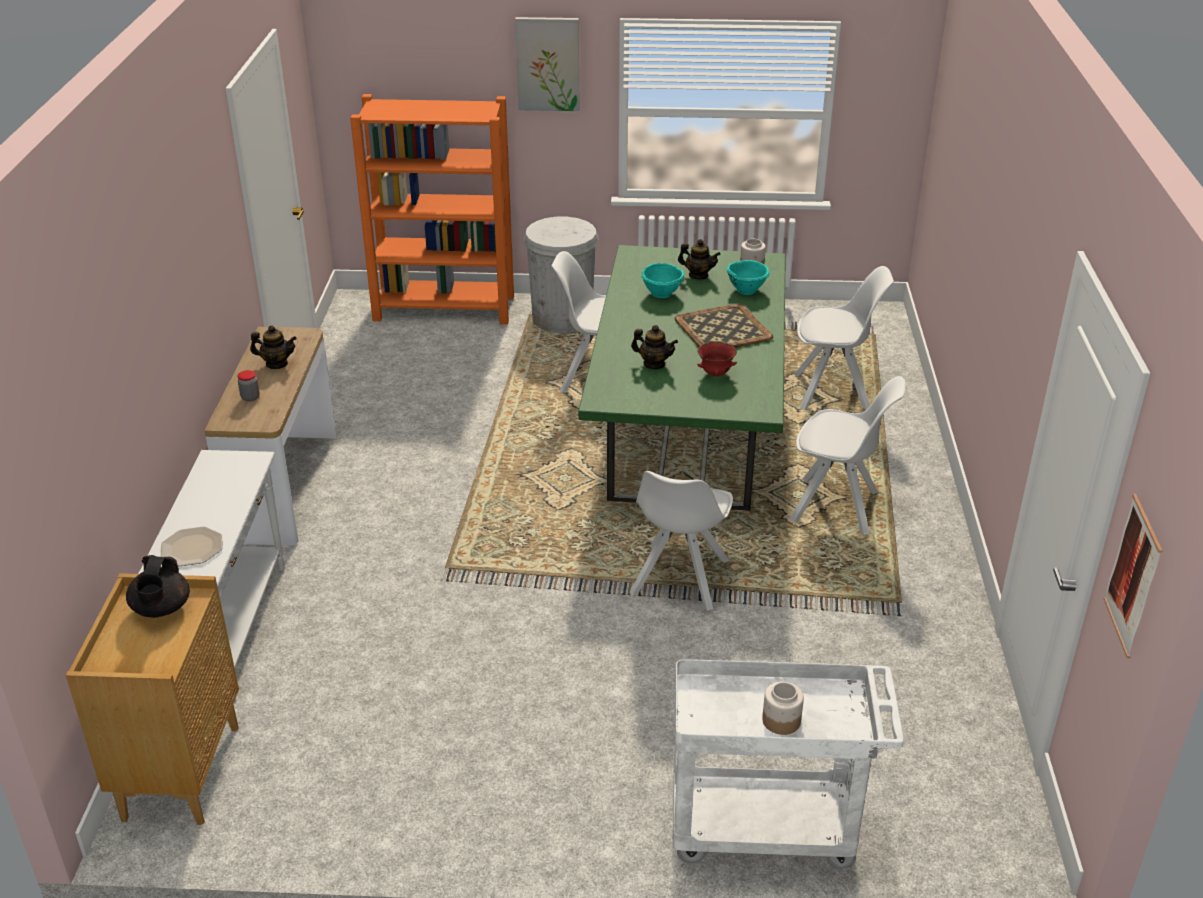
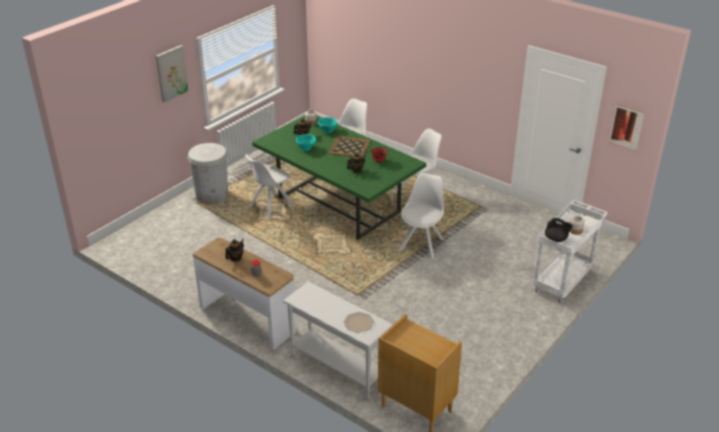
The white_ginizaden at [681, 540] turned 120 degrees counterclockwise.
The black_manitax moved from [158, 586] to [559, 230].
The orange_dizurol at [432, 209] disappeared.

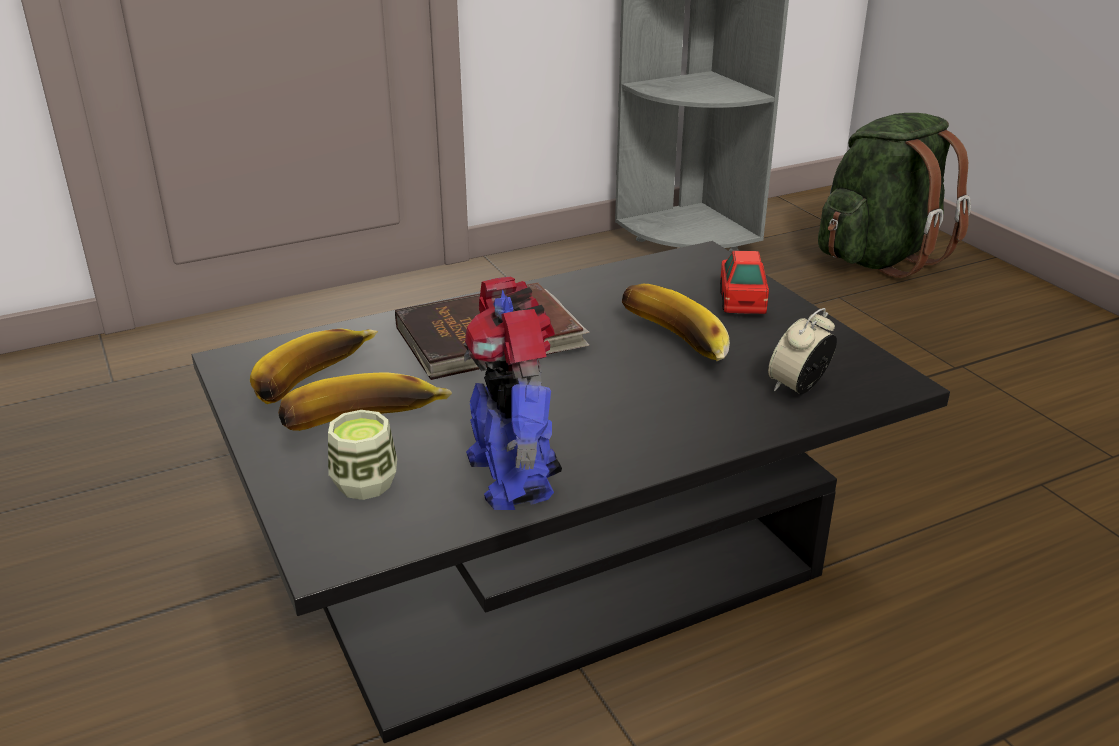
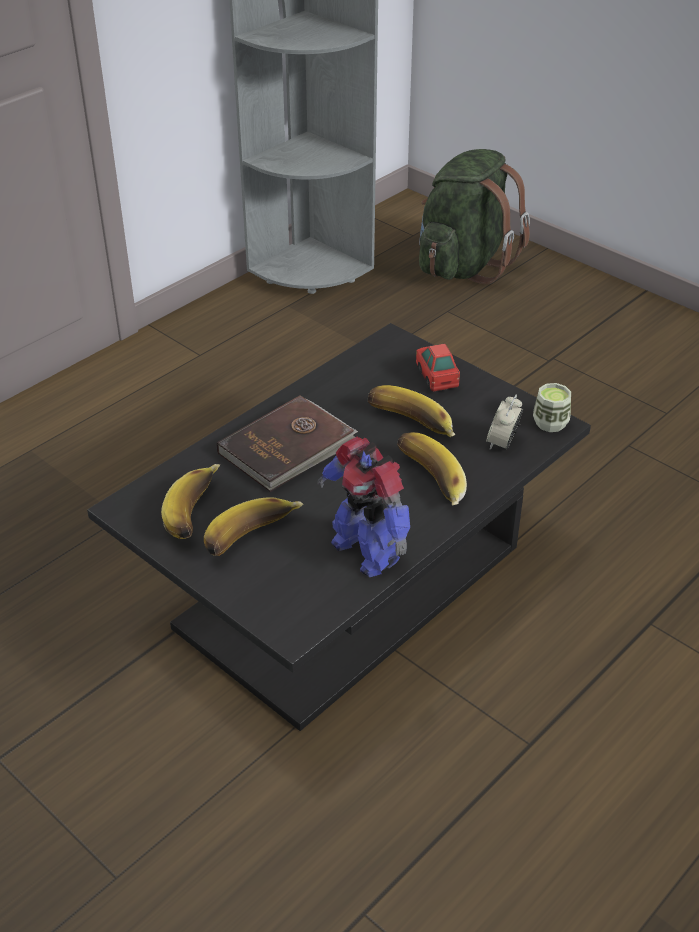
The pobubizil at [432, 469] appeared.
The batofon moved from [362, 455] to [552, 407].

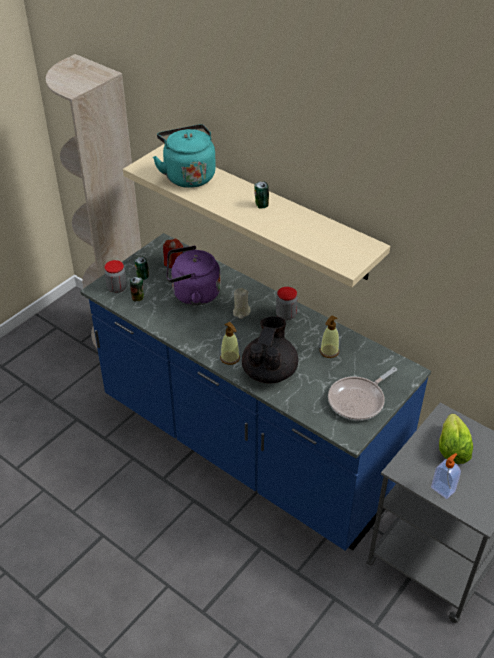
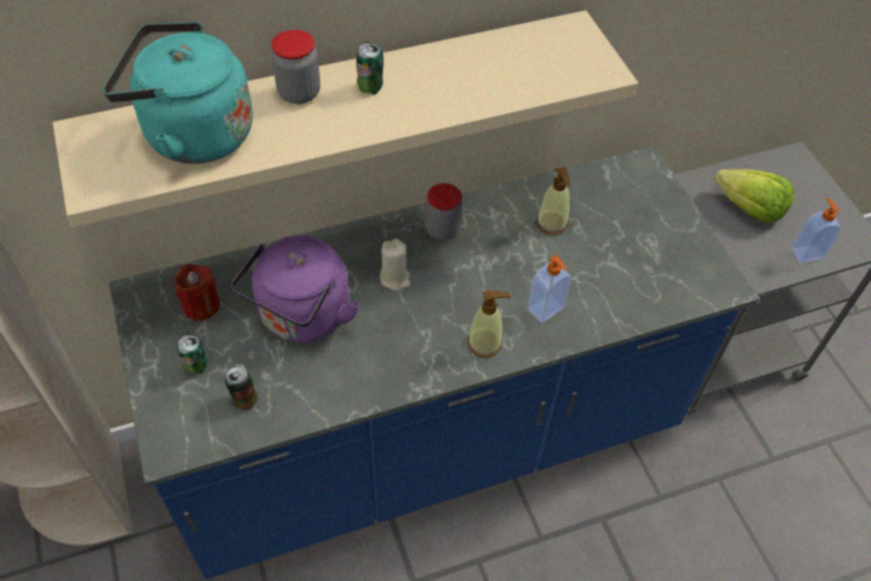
The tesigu moved from [115, 276] to [295, 67].
The black_manitax at [270, 350] was replaced by the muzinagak at [549, 289].
The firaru at [362, 394] disappeared.

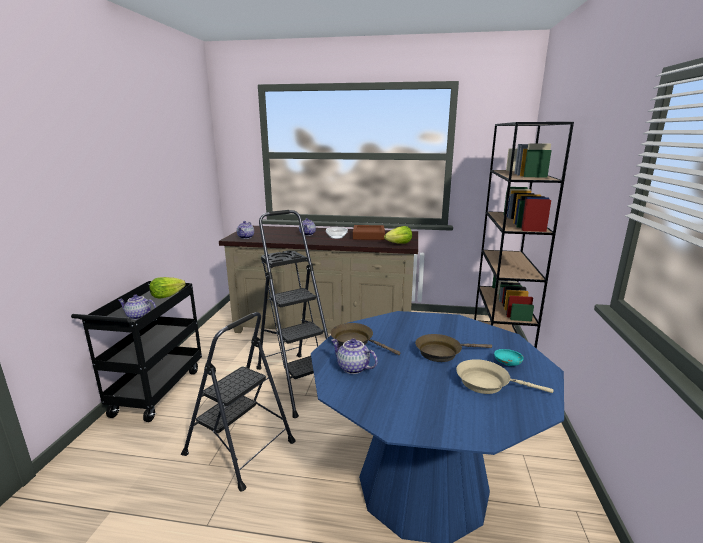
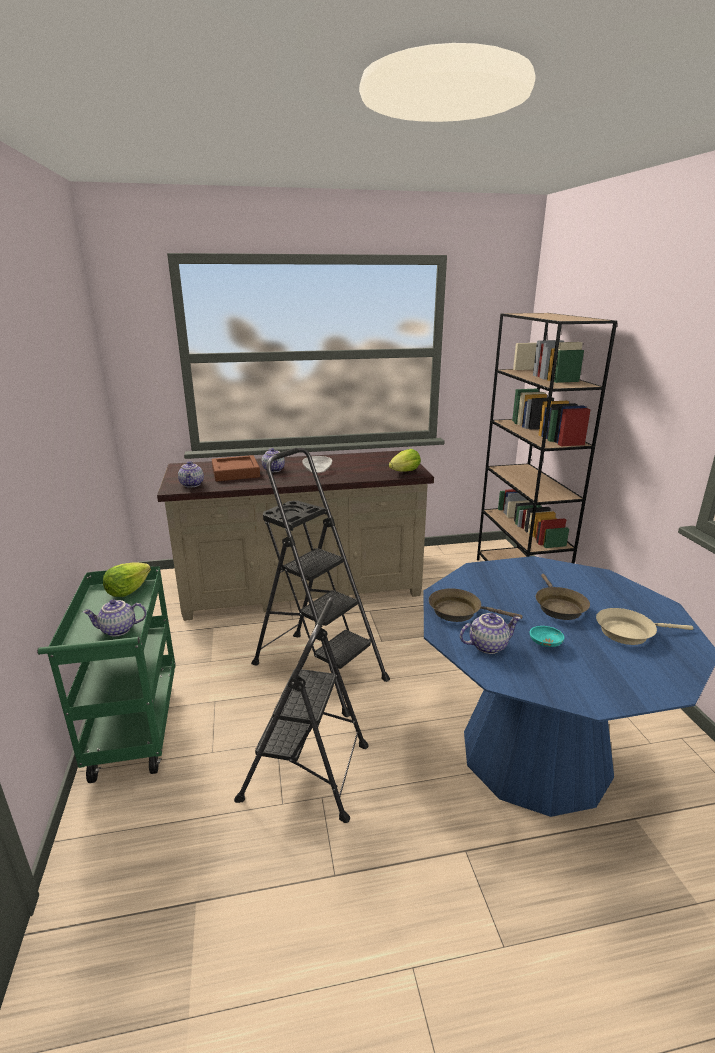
The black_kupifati at [136, 351] became the green_kupifati at [106, 674].
The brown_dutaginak moved from [369, 232] to [236, 468].
The manitax at [354, 356] turned 150 degrees clockwise.
The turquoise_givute moved from [509, 357] to [547, 636].
The brown_firaru at [453, 348] turned 60 degrees counterclockwise.

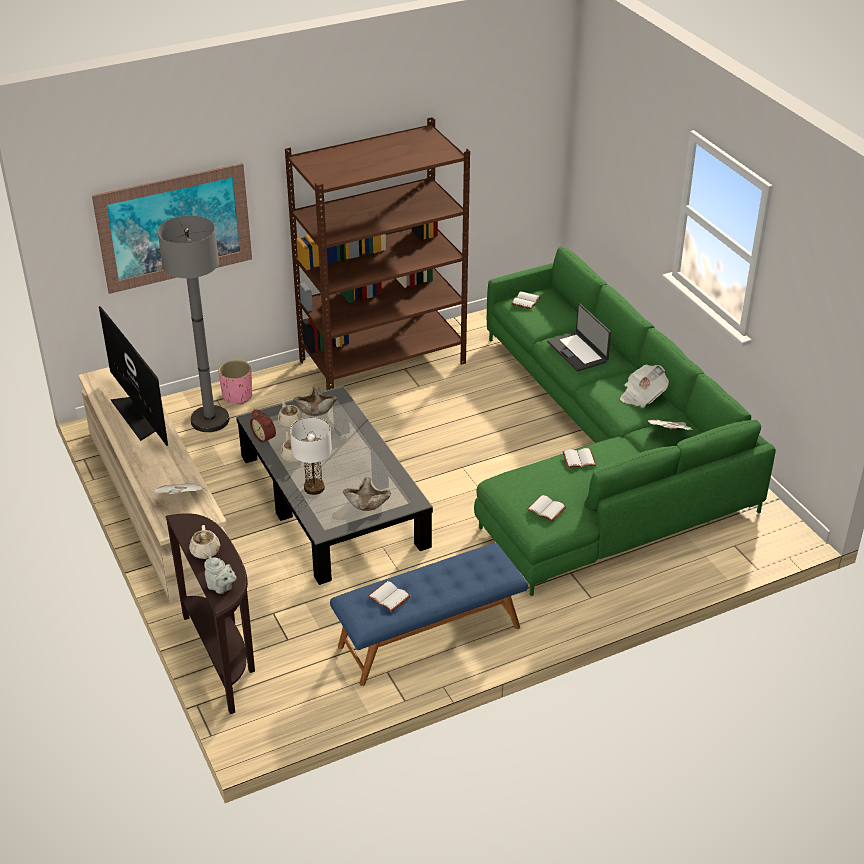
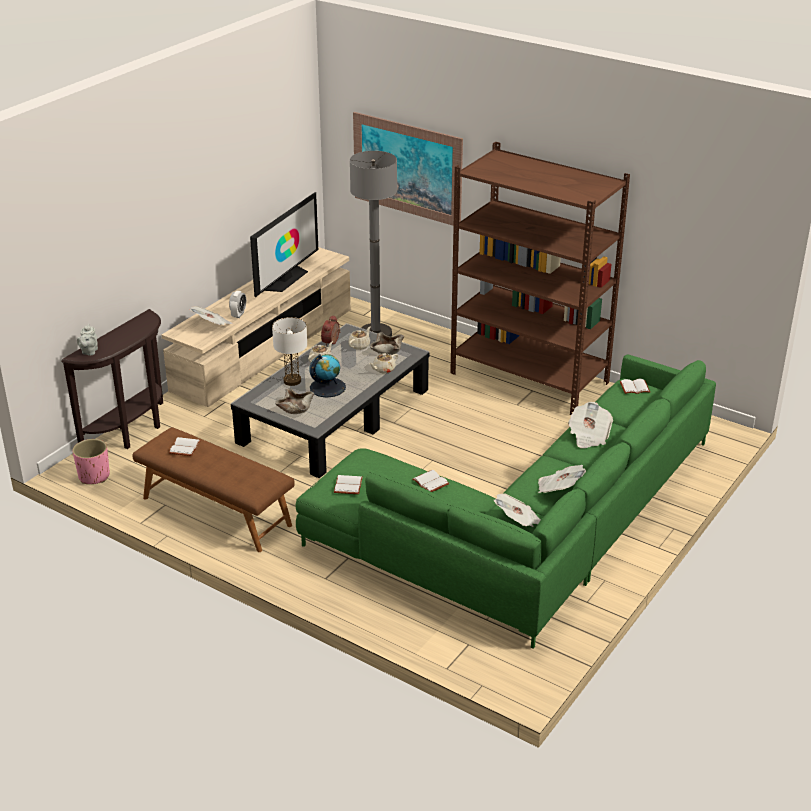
The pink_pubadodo moved from [235, 382] to [91, 461].
The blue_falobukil at [429, 614] became the brown_falobukil at [213, 489].
The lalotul at [237, 304] appeared.
The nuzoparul at [327, 375] appeared.
The beige_manitax moved from [204, 542] to [383, 363].
The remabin at [579, 337] was replaced by the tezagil at [590, 425].

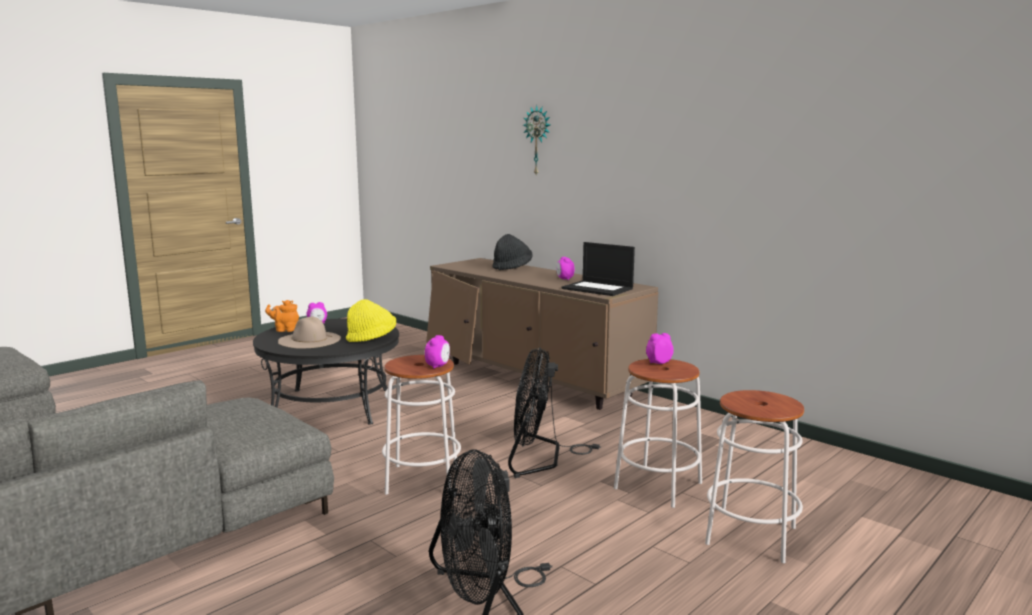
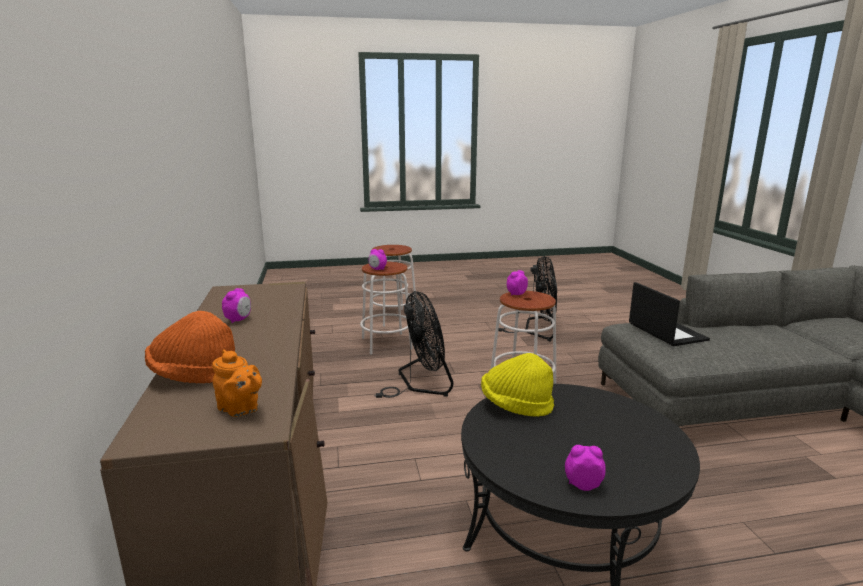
The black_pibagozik at [513, 252] became the orange_pibagozik at [190, 347].
The orange_manitax moved from [282, 316] to [237, 383].
The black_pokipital at [554, 412] turned 60 degrees counterclockwise.
The remabin moved from [598, 269] to [669, 314].
The beige_pibagozik at [309, 333] disappeared.
The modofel at [536, 140] disappeared.

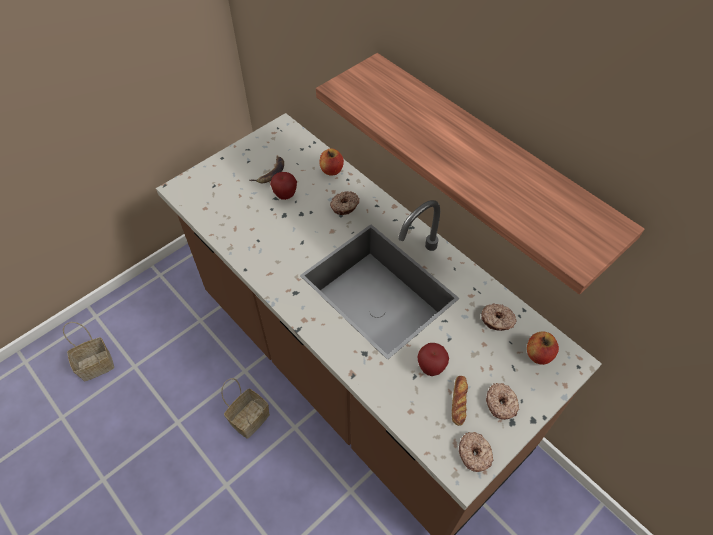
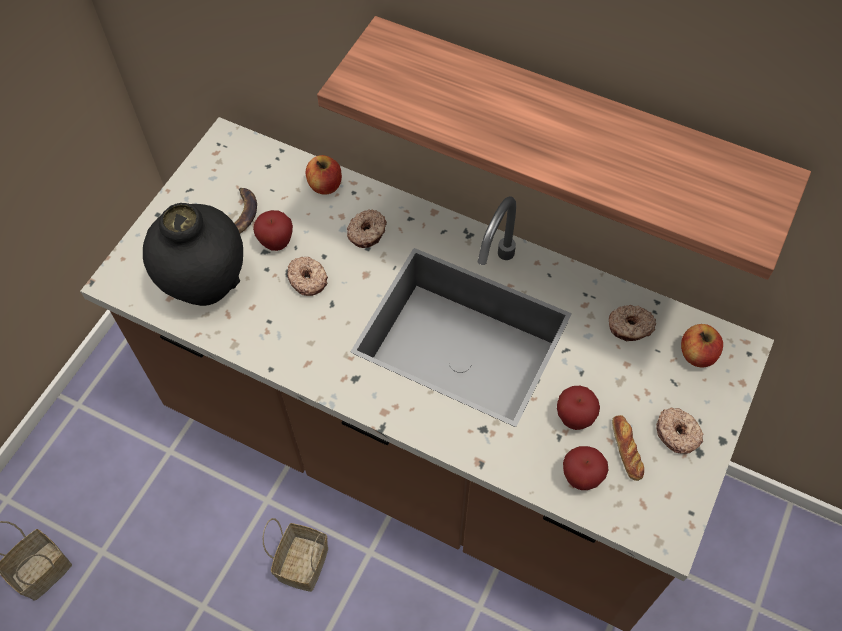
The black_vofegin at [193, 254] appeared.
The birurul moved from [476, 452] to [307, 276].
The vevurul at [586, 468] appeared.

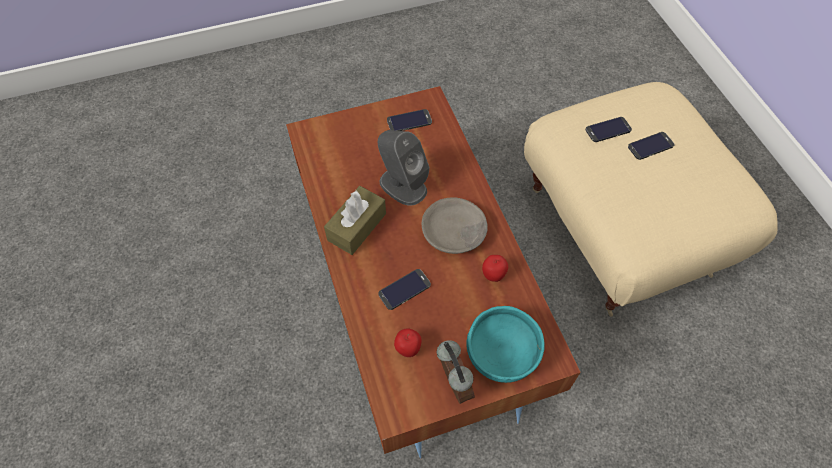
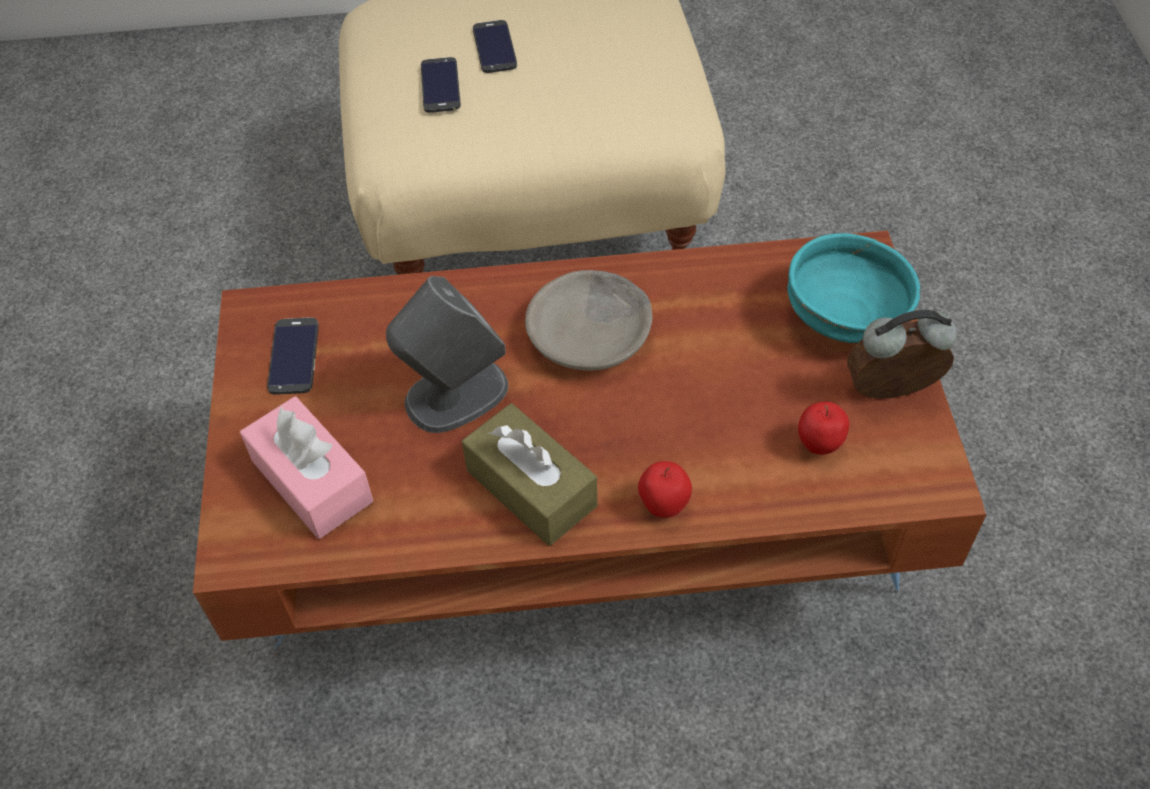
The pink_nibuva at [306, 467] appeared.
The vevurul moved from [495, 268] to [665, 489].
The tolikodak at [404, 289] disappeared.

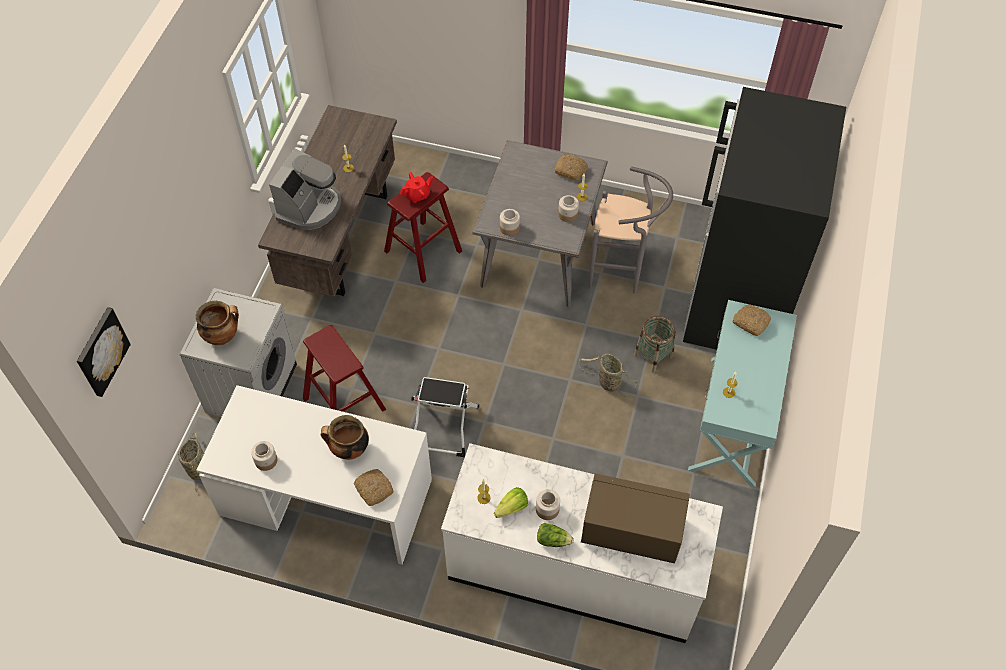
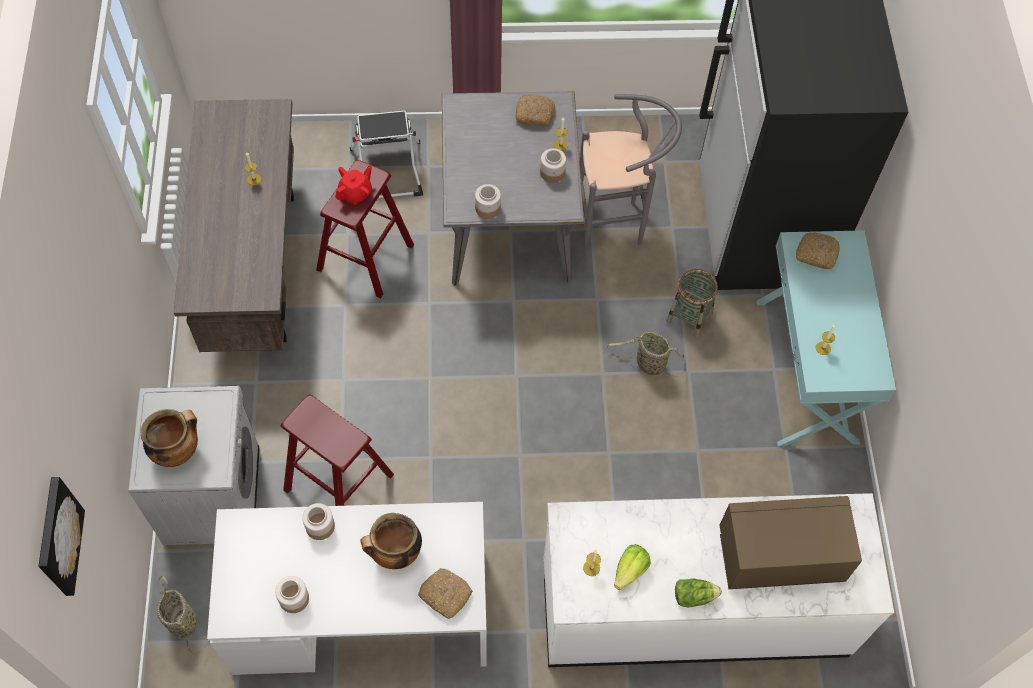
The tesigu moved from [548, 504] to [318, 521].
The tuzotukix moved from [445, 417] to [386, 154].
The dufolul at [305, 189] disappeared.

